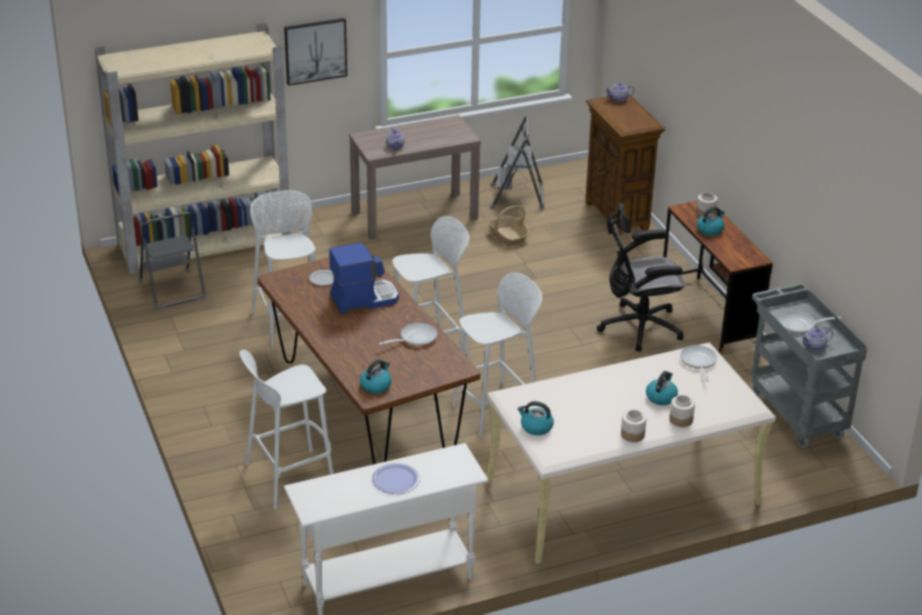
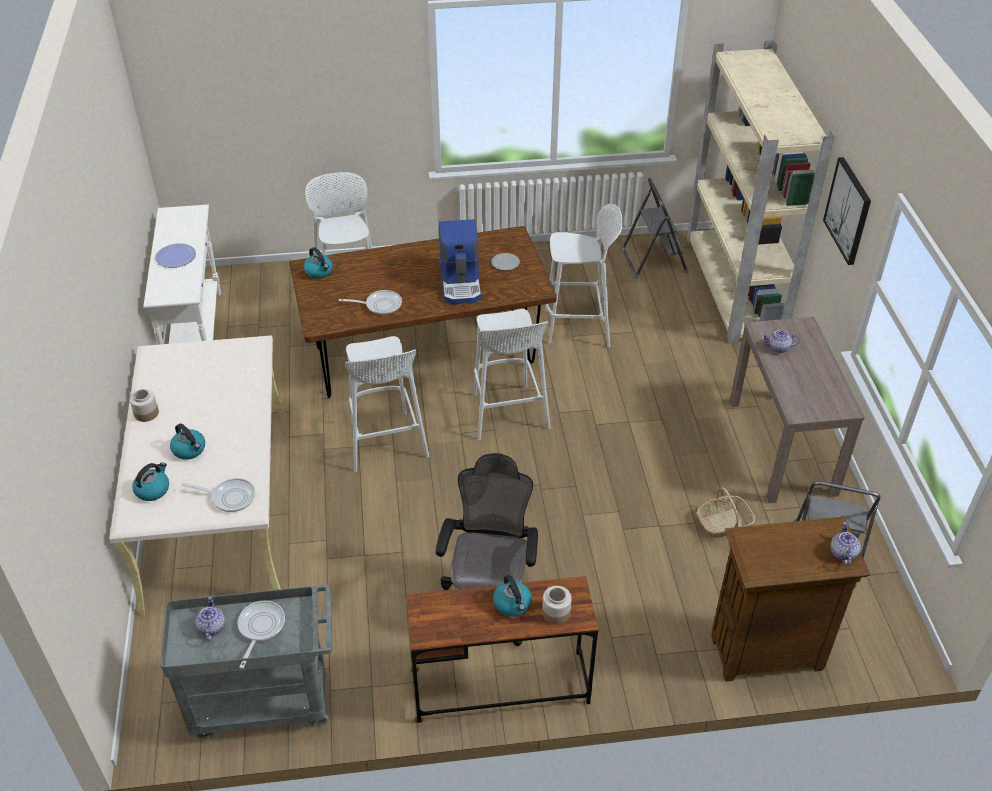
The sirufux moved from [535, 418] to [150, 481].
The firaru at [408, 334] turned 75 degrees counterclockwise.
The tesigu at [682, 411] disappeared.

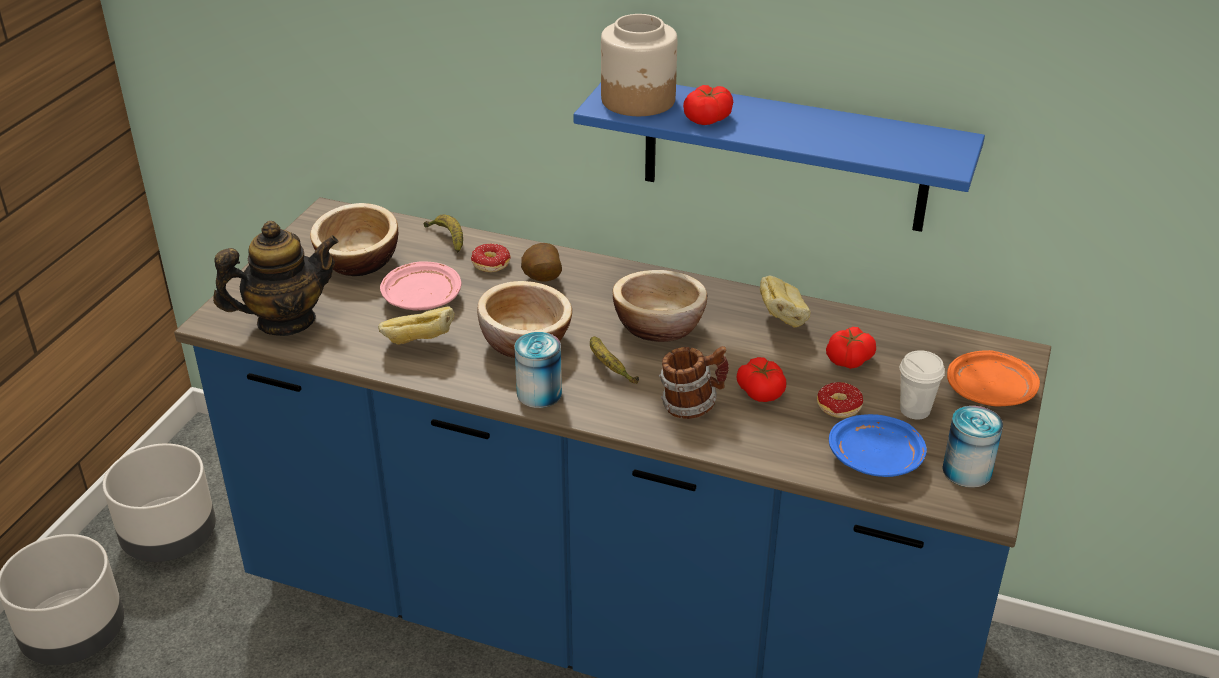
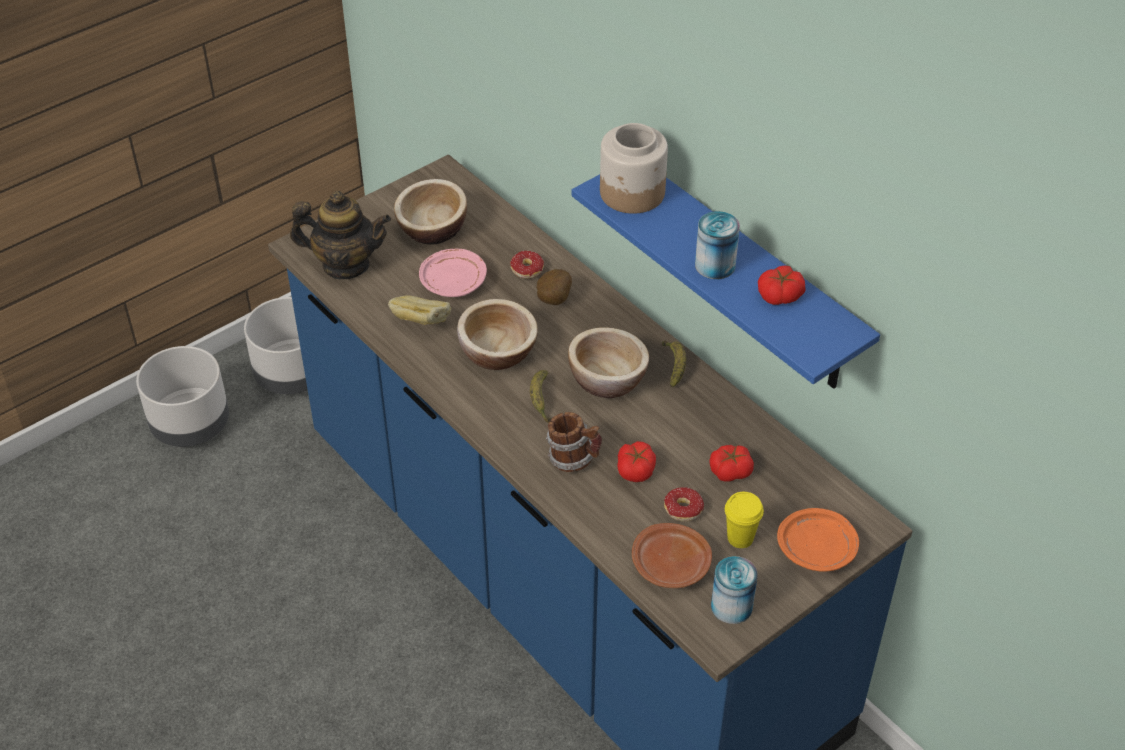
The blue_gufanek at [878, 445] became the brown_gufanek at [672, 555].
The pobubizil moved from [443, 233] to [674, 363].
The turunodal moved from [538, 370] to [717, 245].
The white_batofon at [922, 385] became the yellow_batofon at [744, 520].
The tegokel moved from [708, 105] to [782, 285].
The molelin at [785, 301] disappeared.

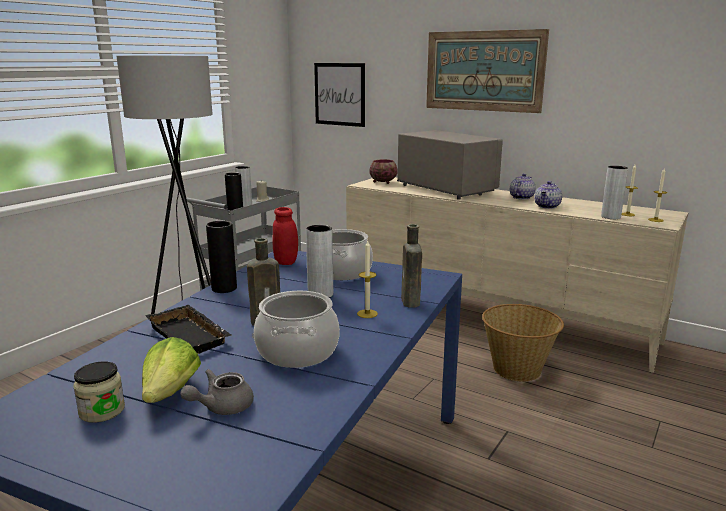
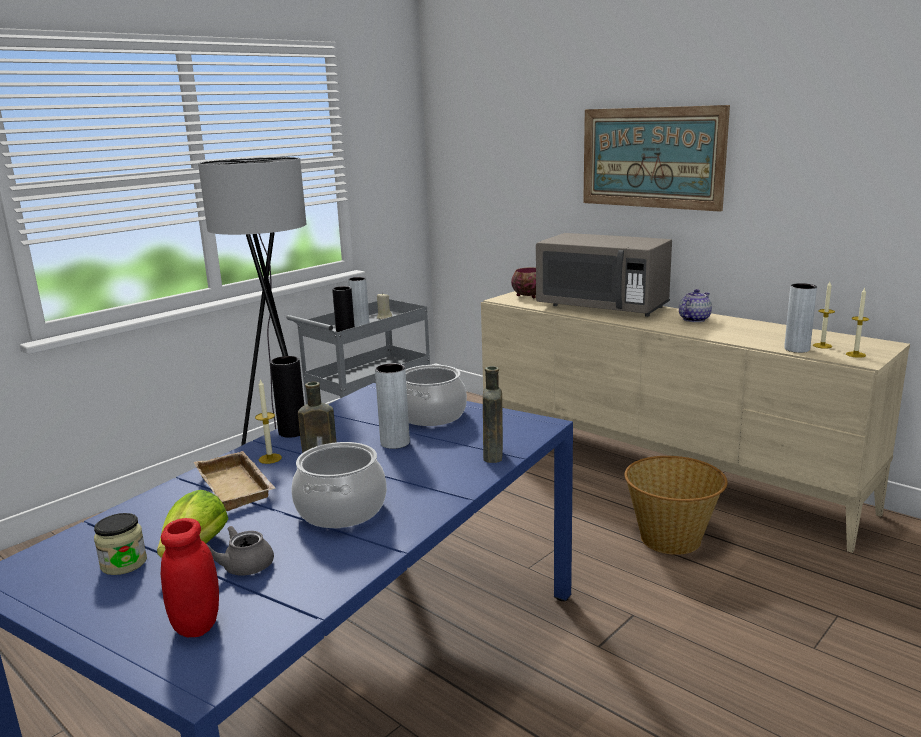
The red_tesigu moved from [285, 236] to [190, 577].
The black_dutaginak at [188, 329] became the beige_dutaginak at [235, 481].
The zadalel moved from [367, 279] to [268, 421].
The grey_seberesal at [450, 165] turned 150 degrees clockwise.
The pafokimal at [339, 95] disappeared.
The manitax at [548, 195] disappeared.

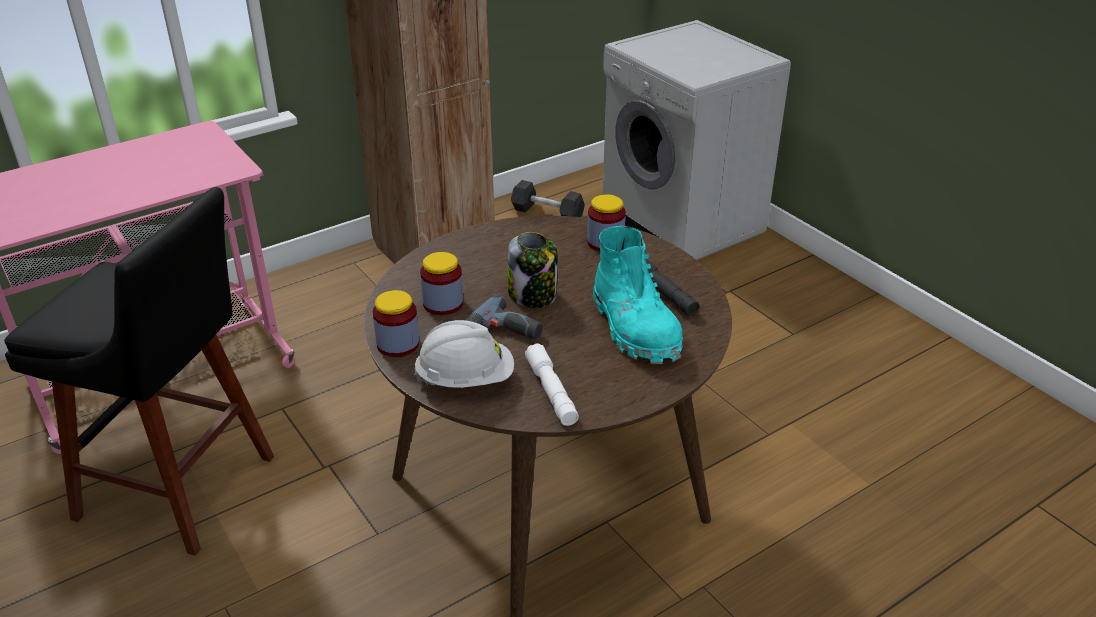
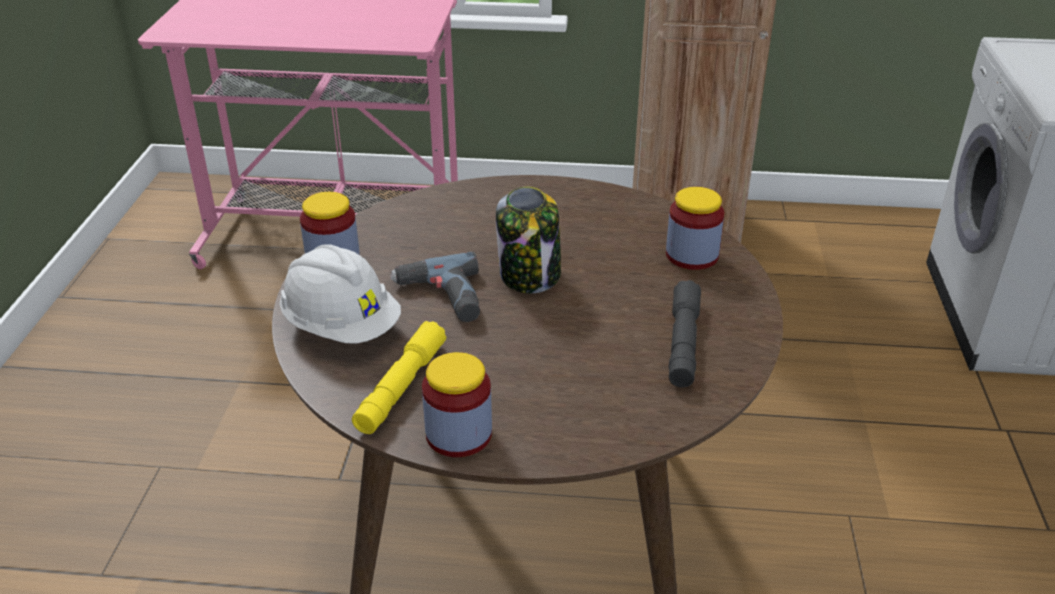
The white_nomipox at [552, 384] became the yellow_nomipox at [399, 377].
The tesigu moved from [441, 283] to [457, 404].
The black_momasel at [139, 371] disappeared.
The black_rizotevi at [548, 198] disappeared.
The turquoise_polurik at [638, 295] disappeared.

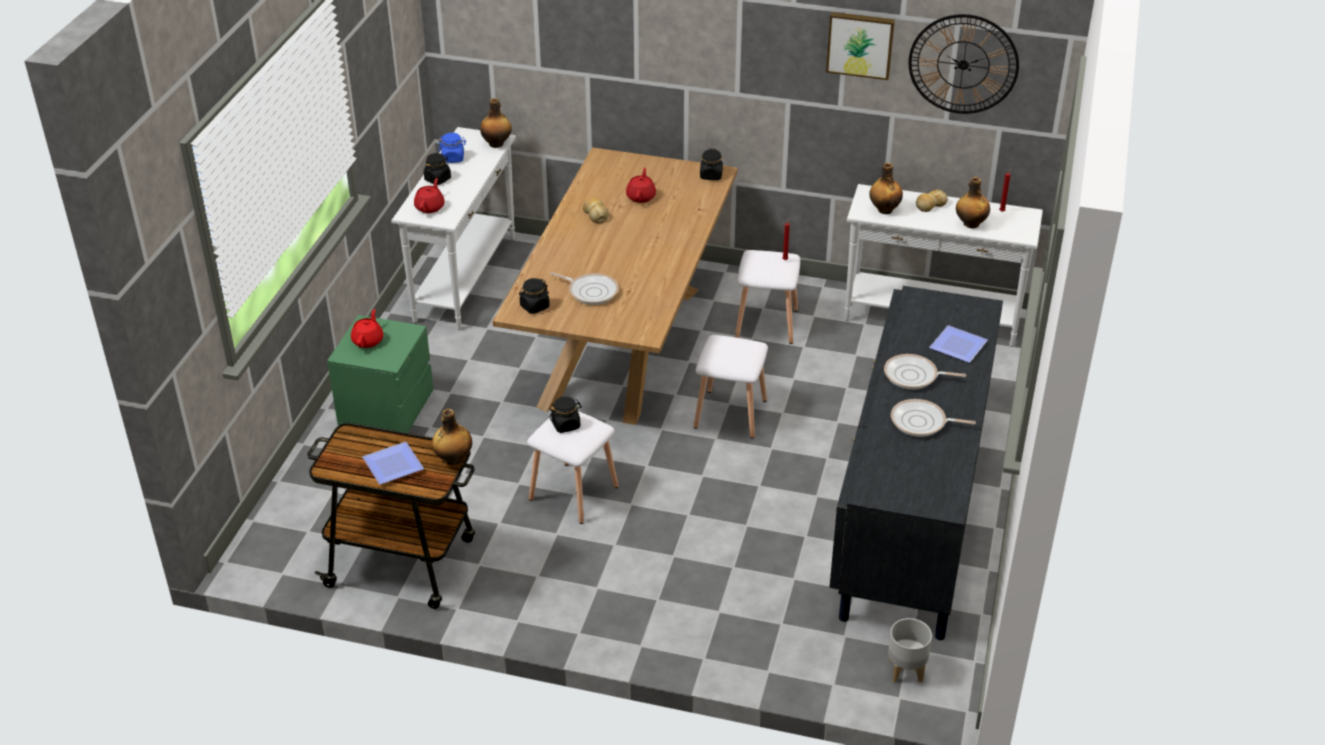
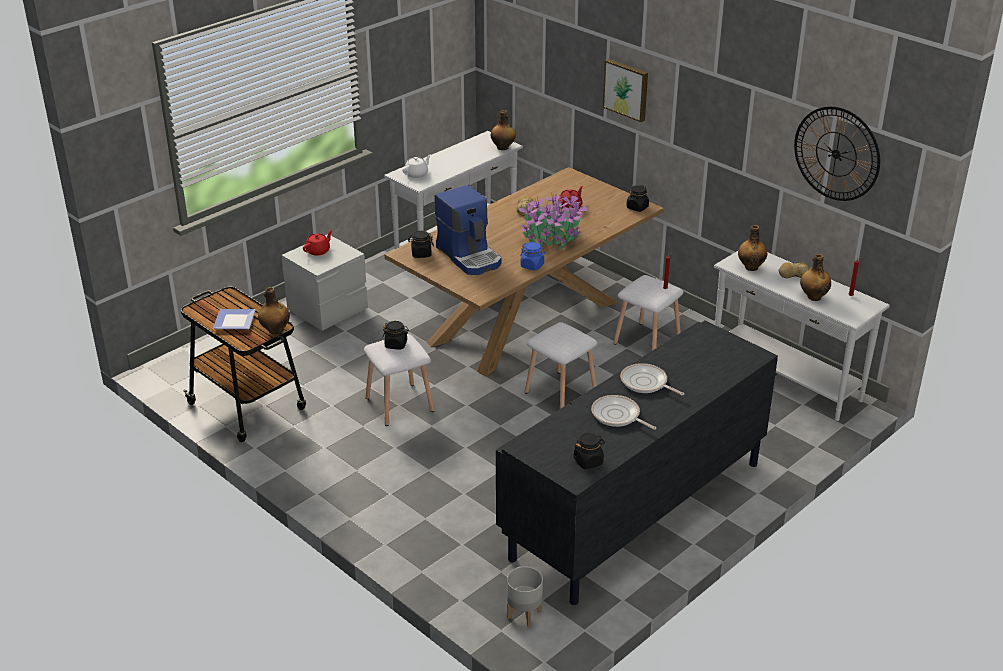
The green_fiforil at [380, 374] became the white_fiforil at [324, 282].
The red_manitax at [429, 195] became the white_manitax at [417, 166].
The firaru at [584, 288] was replaced by the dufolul at [467, 230].
The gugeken at [553, 221] appeared.
The blue_tesigu moved from [452, 148] to [532, 256].
The black_tesigu moved from [437, 169] to [589, 451].
The pafokimal moved from [860, 46] to [625, 90].
The gufanek at [958, 344] disappeared.

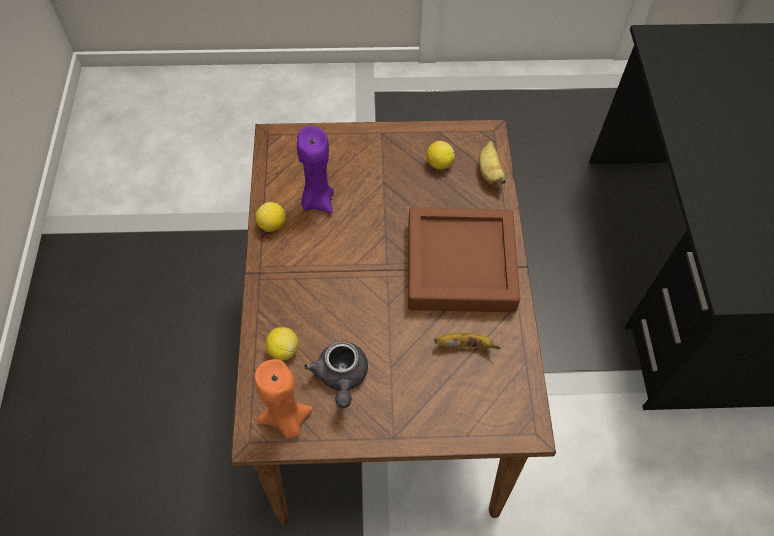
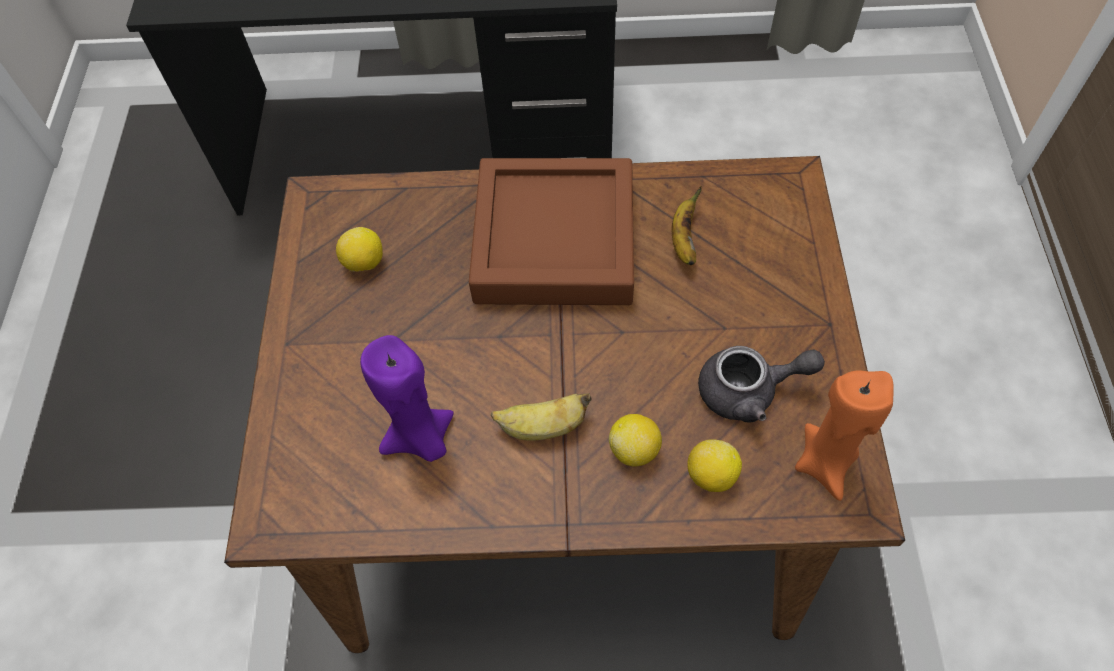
The pobubizil moved from [492, 164] to [541, 417].
The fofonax moved from [270, 217] to [635, 440].

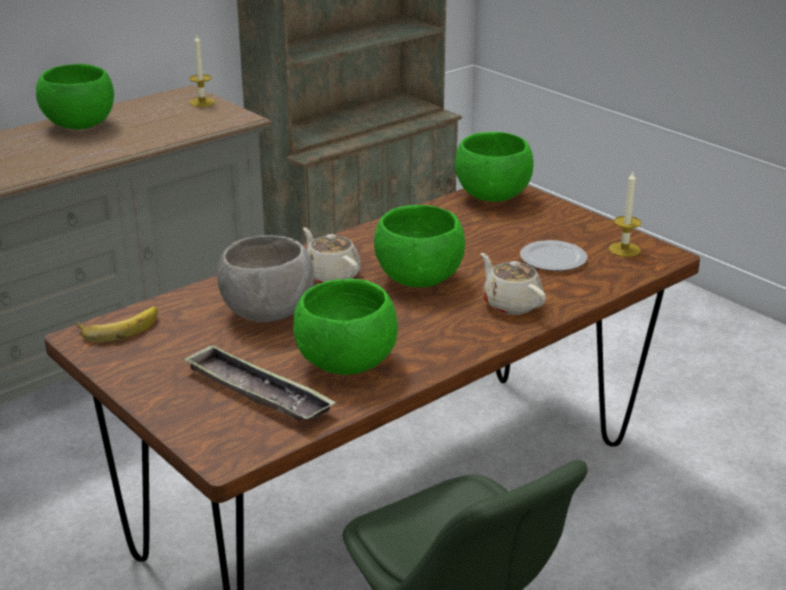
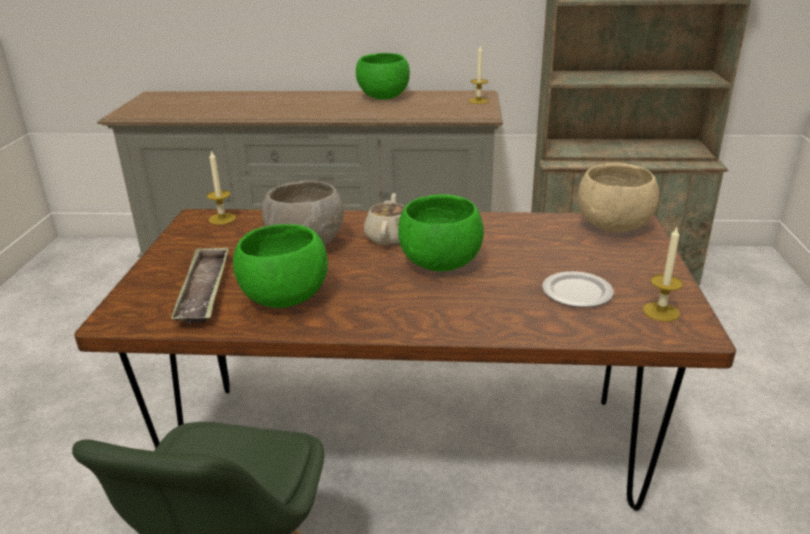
The pobubizil at [117, 324] was replaced by the zadalel at [221, 187].
The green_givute at [494, 167] became the beige_givute at [618, 197].
The beige_manitax at [513, 284] disappeared.

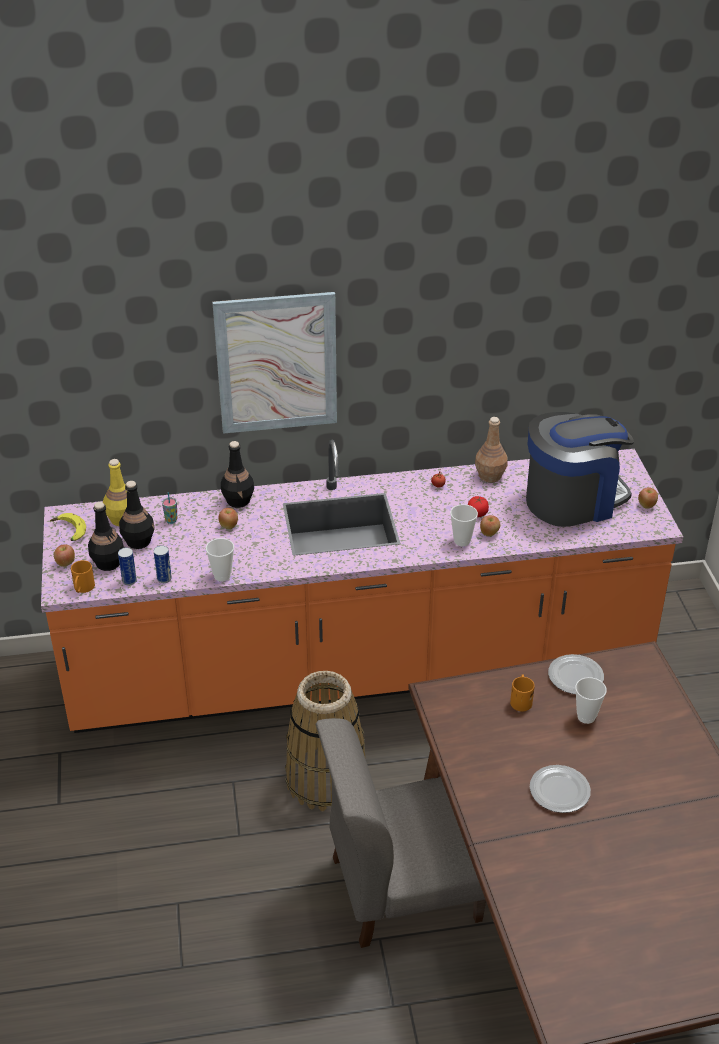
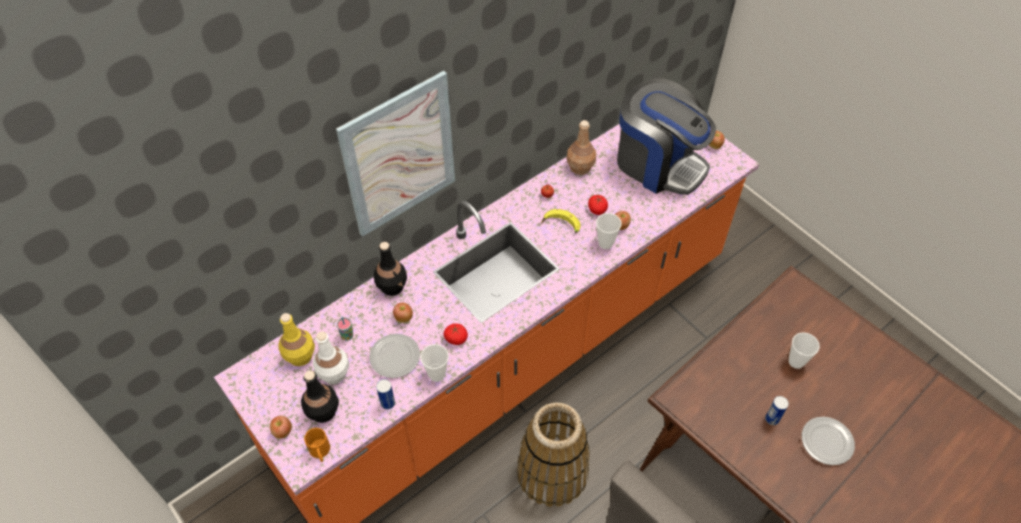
The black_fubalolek at [137, 515] became the white_fubalolek at [331, 357].
The gufanek moved from [576, 674] to [394, 356].
The tegokel at [455, 334] appeared.
The pobubizil moved from [68, 527] to [561, 221].
The dufolul at [580, 469] turned 90 degrees clockwise.
The turunodal moved from [127, 566] to [777, 410].
The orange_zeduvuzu at [522, 692] disappeared.

